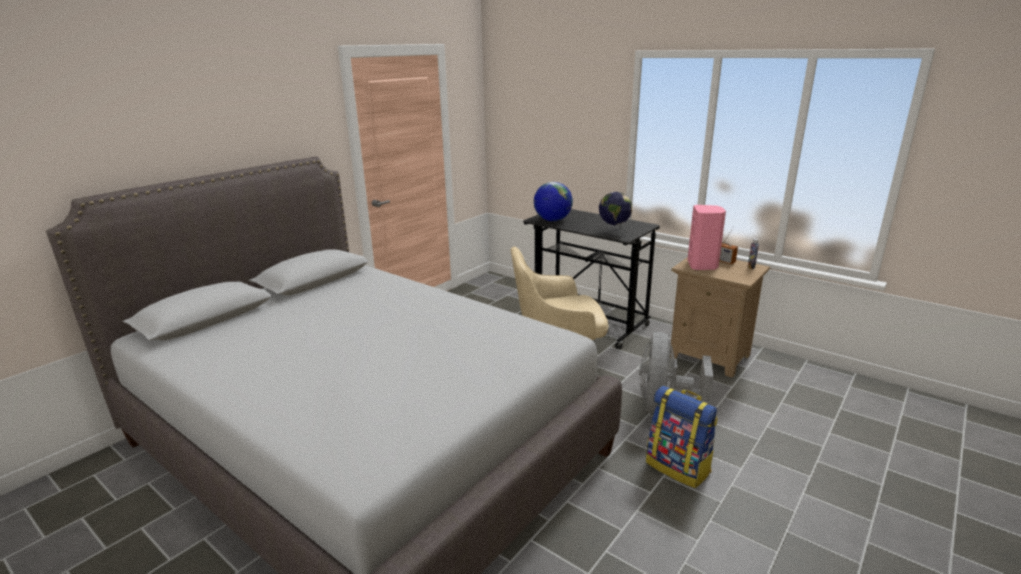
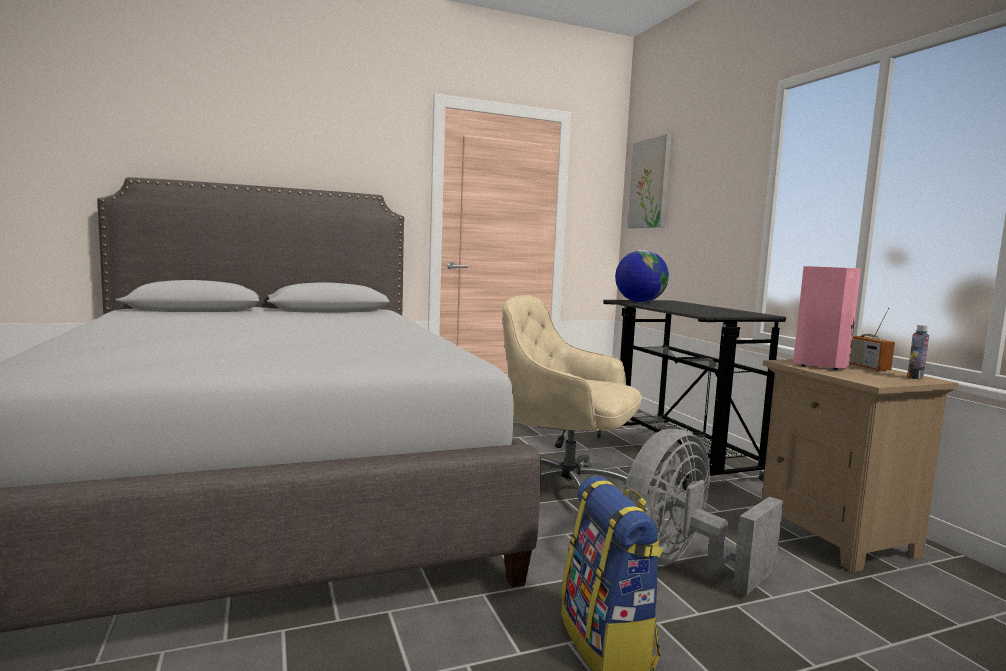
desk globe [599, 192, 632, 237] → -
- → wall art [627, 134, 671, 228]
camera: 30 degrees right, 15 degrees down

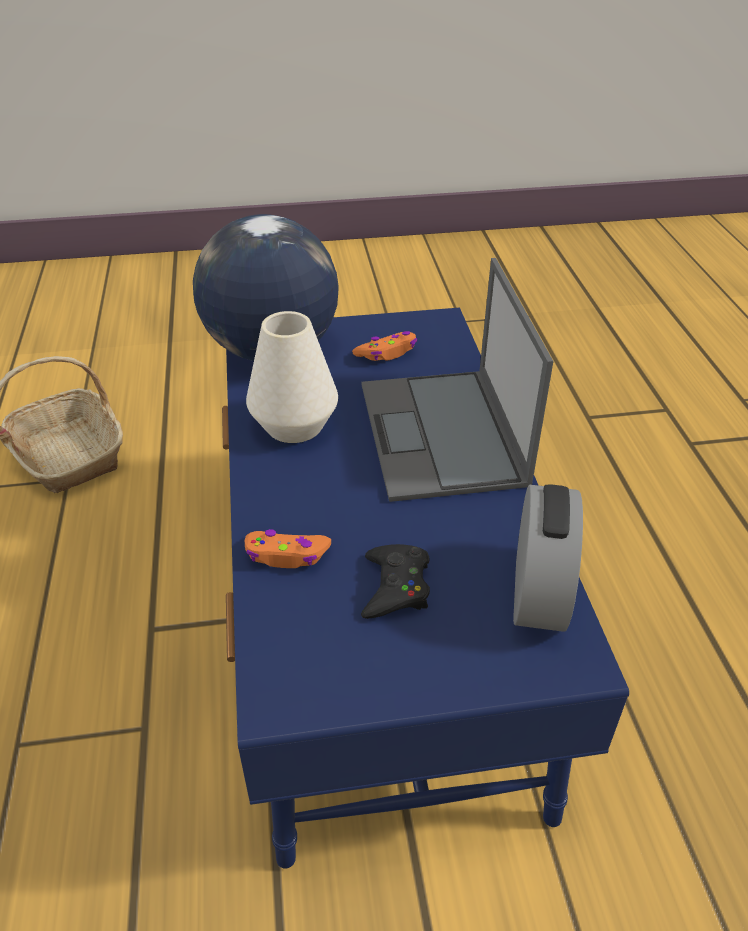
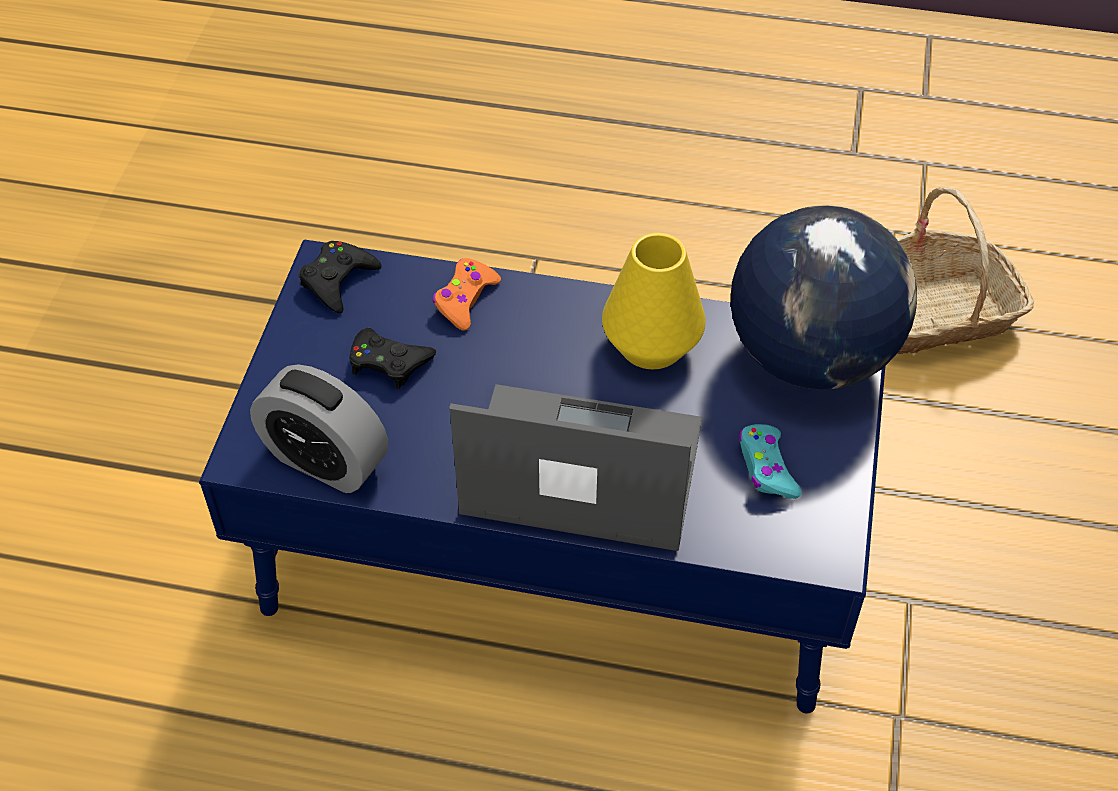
- → joypad in black [299, 241, 382, 313]
flower vase in whitish [246, 311, 338, 443] → flower vase in yellow-coloured [602, 233, 706, 369]
joypad in orangey [352, 331, 417, 361] → joypad in turquoise [739, 424, 801, 499]
camera: 110 degrees right, 10 degrees up

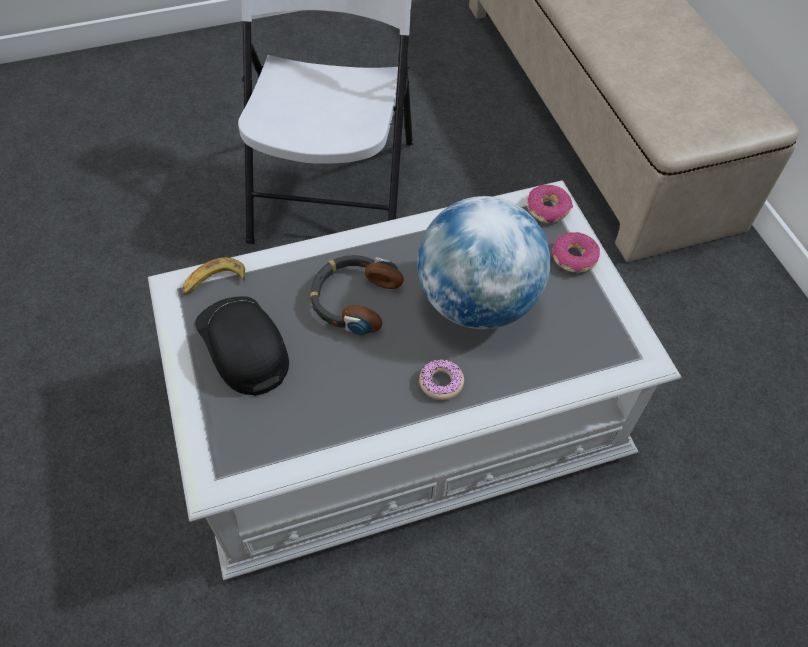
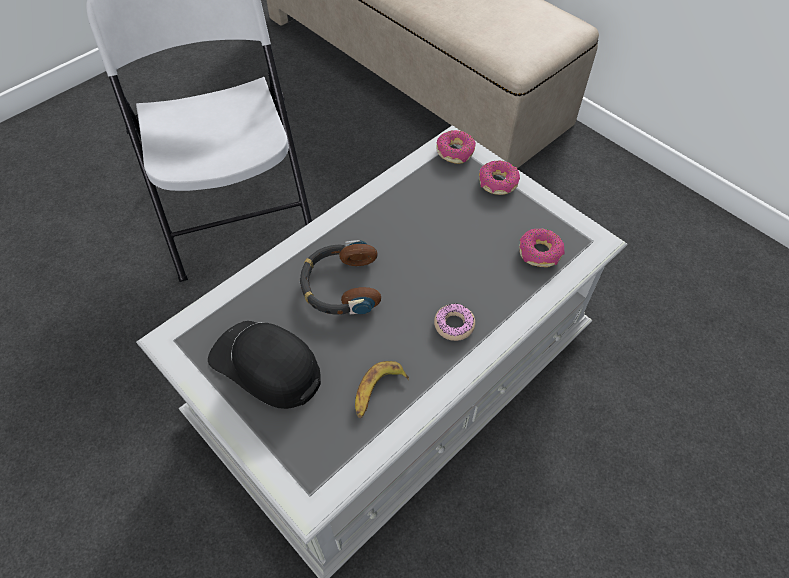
desk globe [417, 196, 550, 329] → -
- → doughnut [519, 229, 564, 267]
banana fruit [182, 257, 245, 295] → banana fruit [355, 361, 409, 418], shifted
camera: 25 degrees left, 0 degrees up

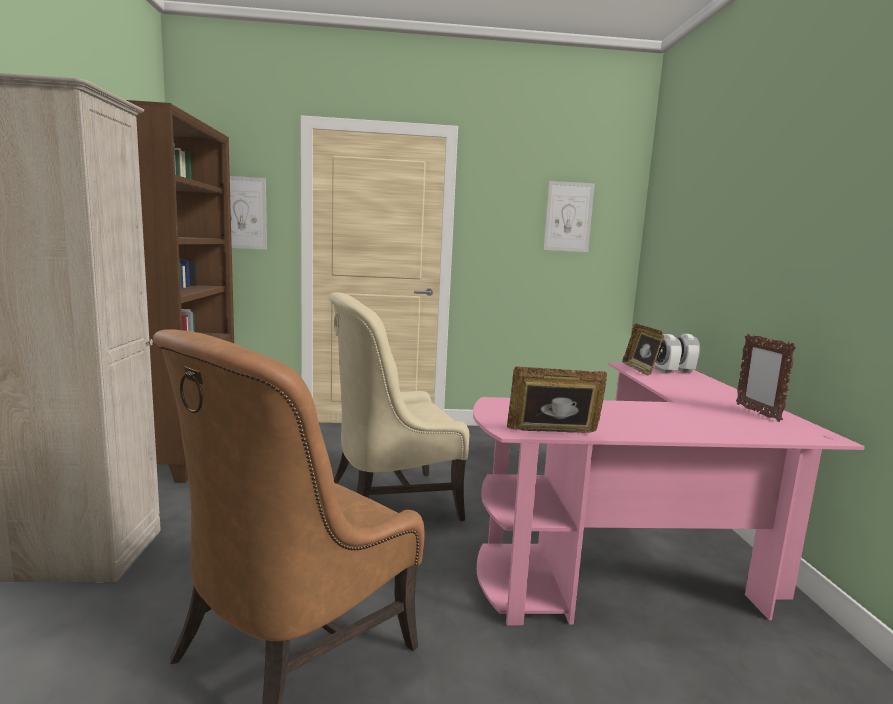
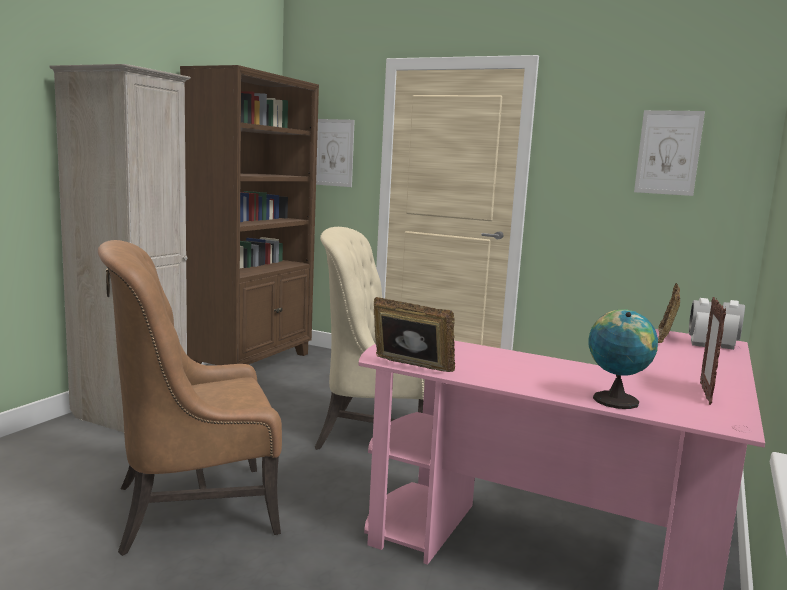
- → desk globe [588, 309, 658, 409]
camera: 30 degrees right, 0 degrees up

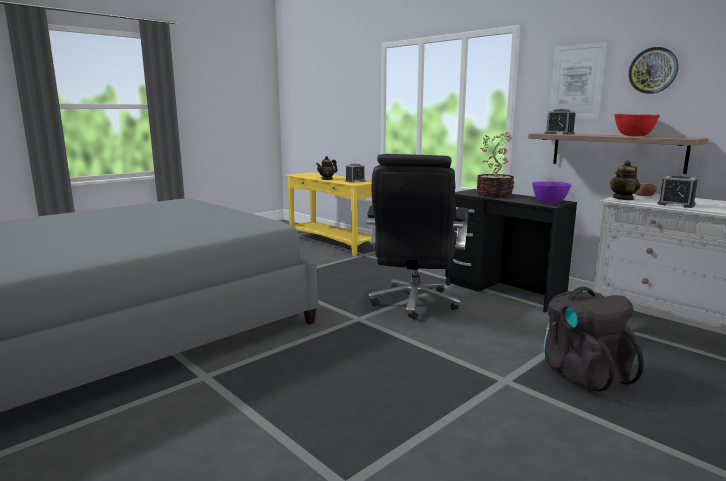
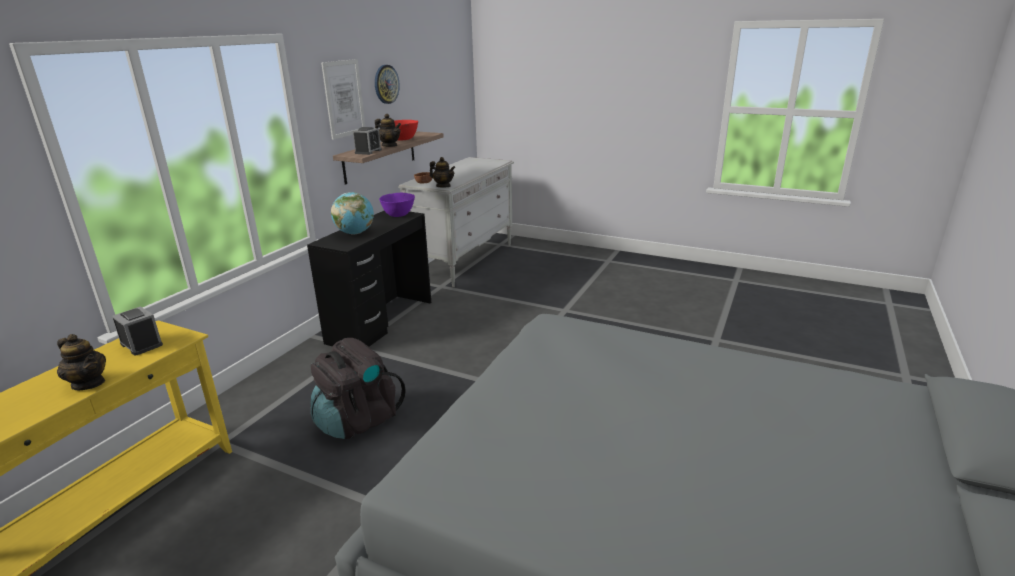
desk chair in black [366, 154, 469, 319] → -
bedside clock [658, 174, 698, 208] → -
- → teapot [375, 114, 401, 147]
knapsack in black [544, 287, 644, 393] → knapsack in black [311, 338, 406, 439], shifted
potted plant [477, 132, 514, 197] → desk globe [331, 192, 374, 234]
camera: 110 degrees left, 10 degrees up

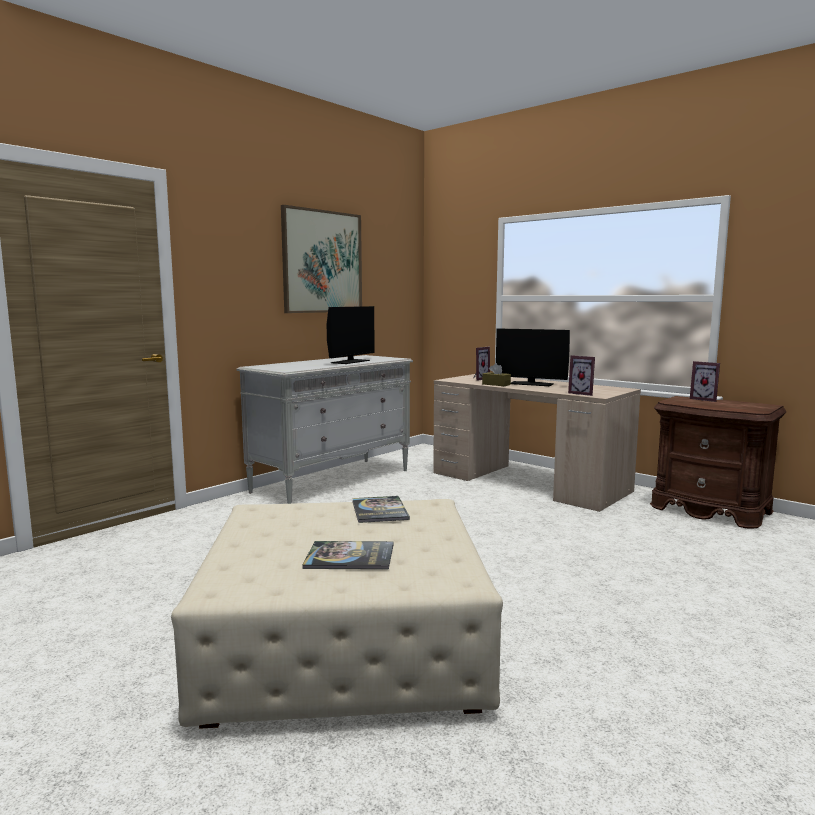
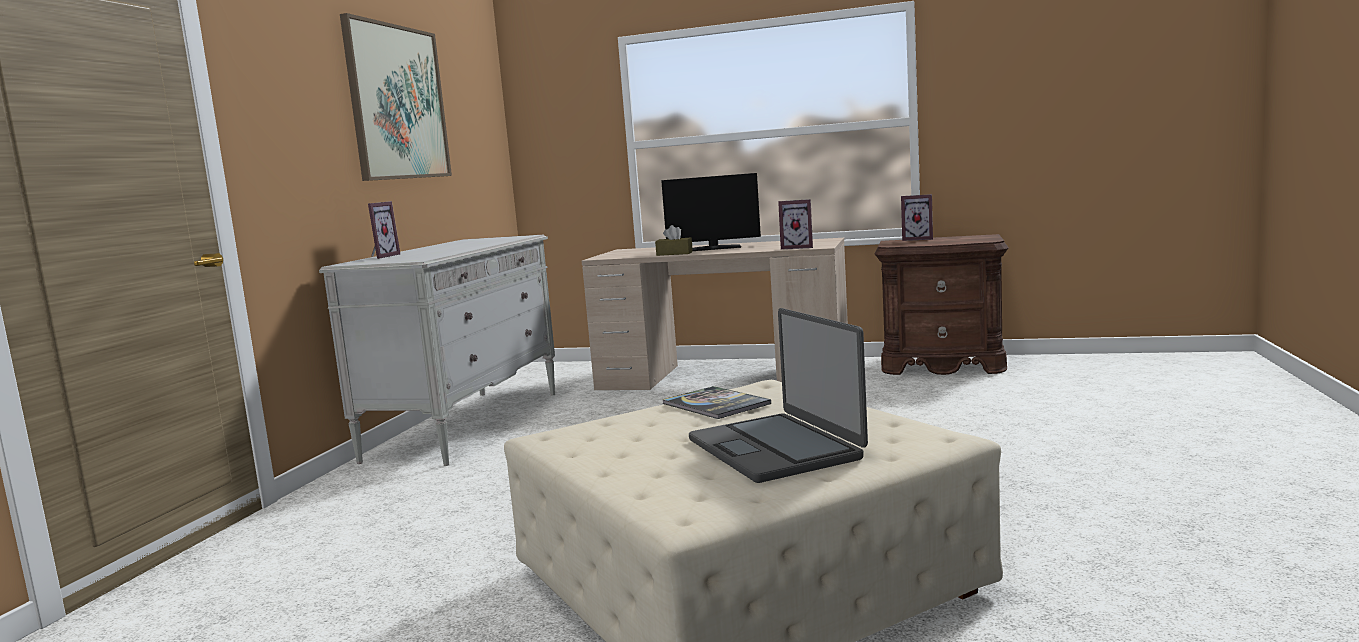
computer display [327, 306, 375, 364] → -
photo frame [473, 347, 490, 381] → photo frame [368, 201, 400, 259], shifted
volume [302, 541, 394, 570] → notebook computer [689, 308, 868, 483]
camera: 25 degrees left, 0 degrees up

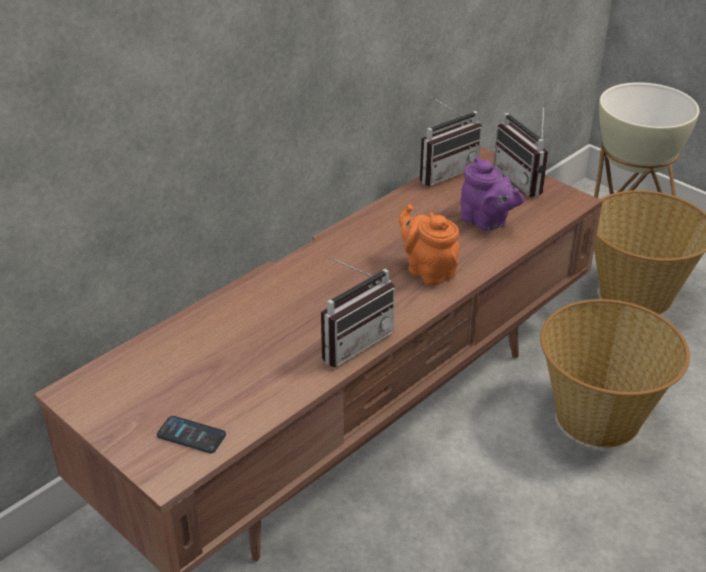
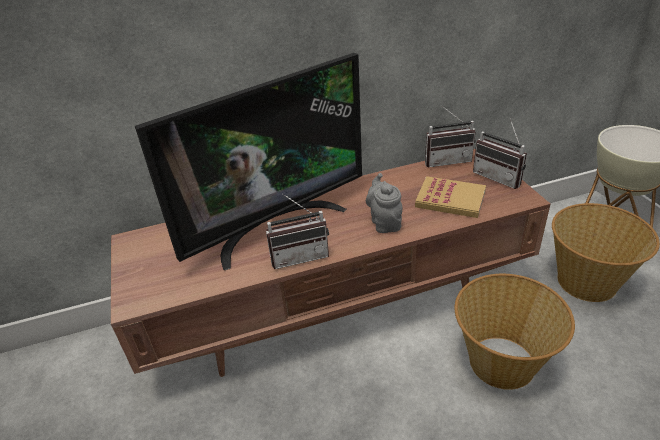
handset [157, 416, 226, 453] → -
- → TV set [135, 53, 362, 270]
teapot in purple-coloured [460, 157, 524, 231] → volume [415, 176, 486, 218]
teapot in orangey [399, 204, 459, 285] → teapot in grey [366, 173, 402, 233]
radio set [494, 102, 548, 197] → radio set [473, 118, 527, 189], 45 degrees counterclockwise
camera: 30 degrees right, 0 degrees up

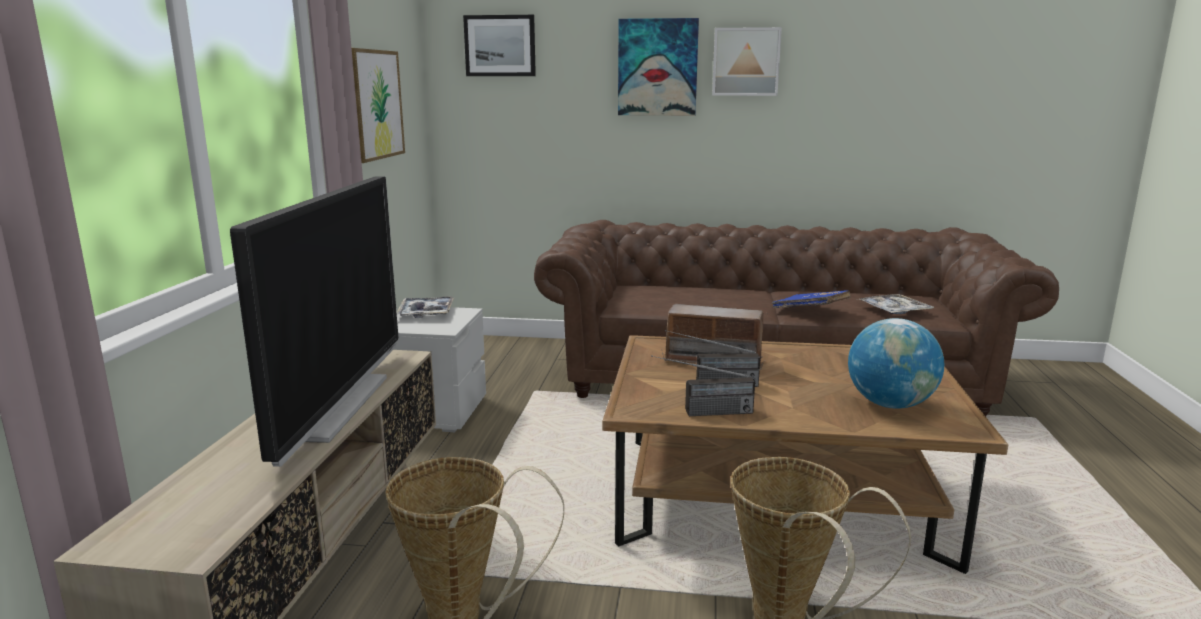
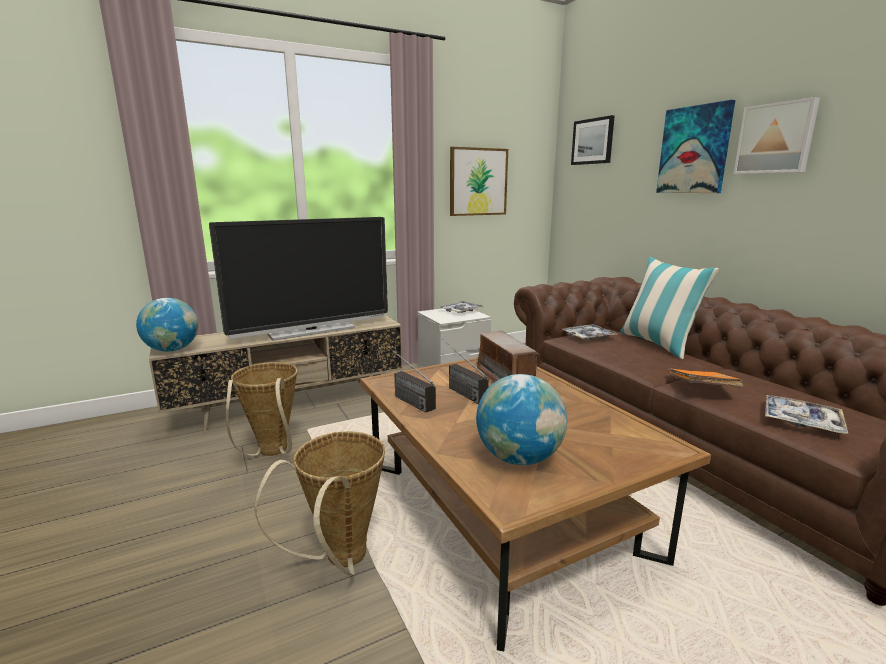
- → desk globe [136, 298, 198, 352]
- → serving tray [563, 324, 618, 340]
- → pillow [620, 257, 719, 359]
volume in bluish [772, 290, 851, 308] → volume in orangey [668, 368, 744, 388]
camera: 55 degrees right, 0 degrees up

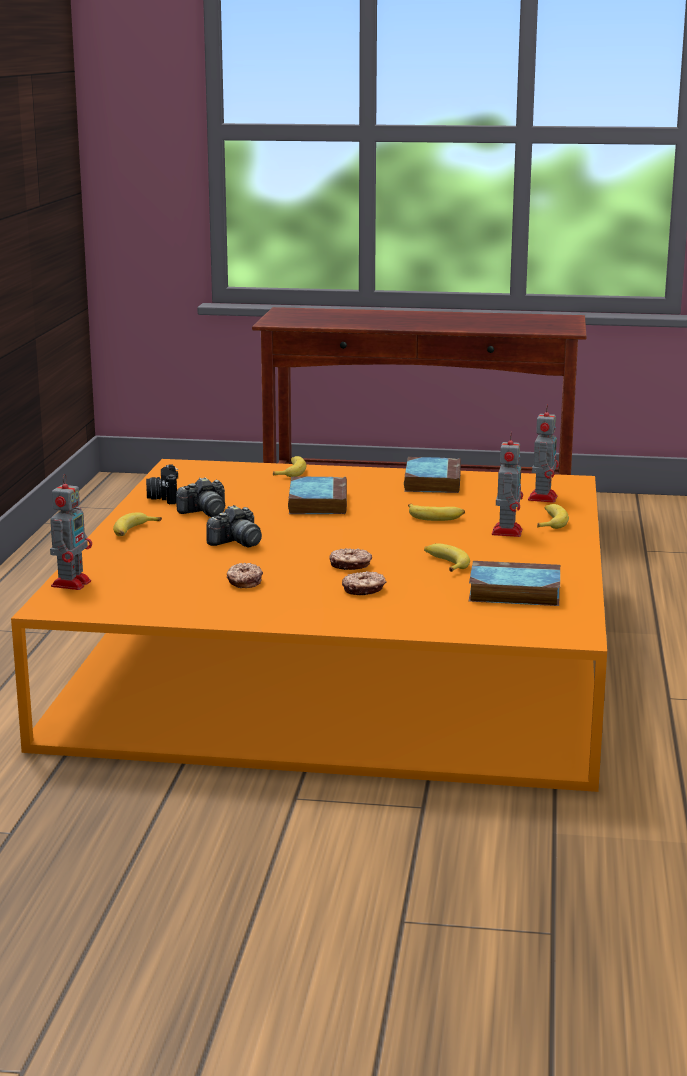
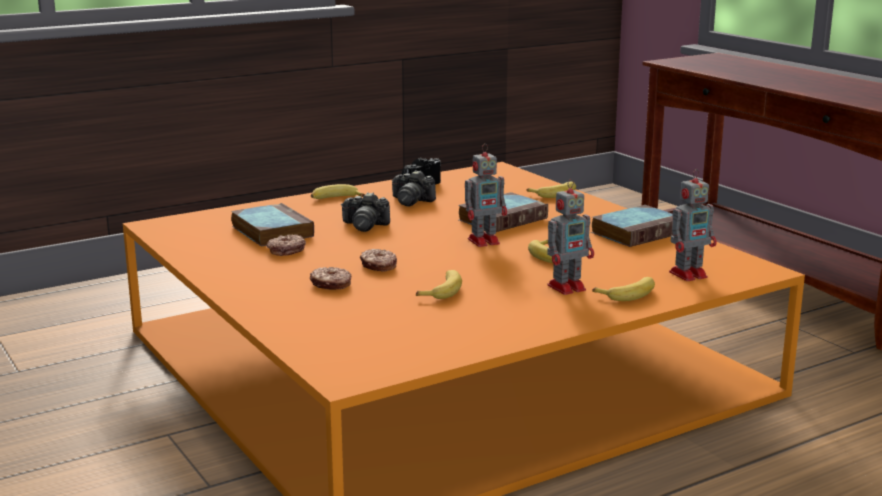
robot figure [50, 474, 92, 590] → robot figure [465, 143, 507, 247], shifted
volume [469, 561, 560, 606] → volume [231, 203, 314, 246], shifted
camera: 50 degrees right, 0 degrees up

